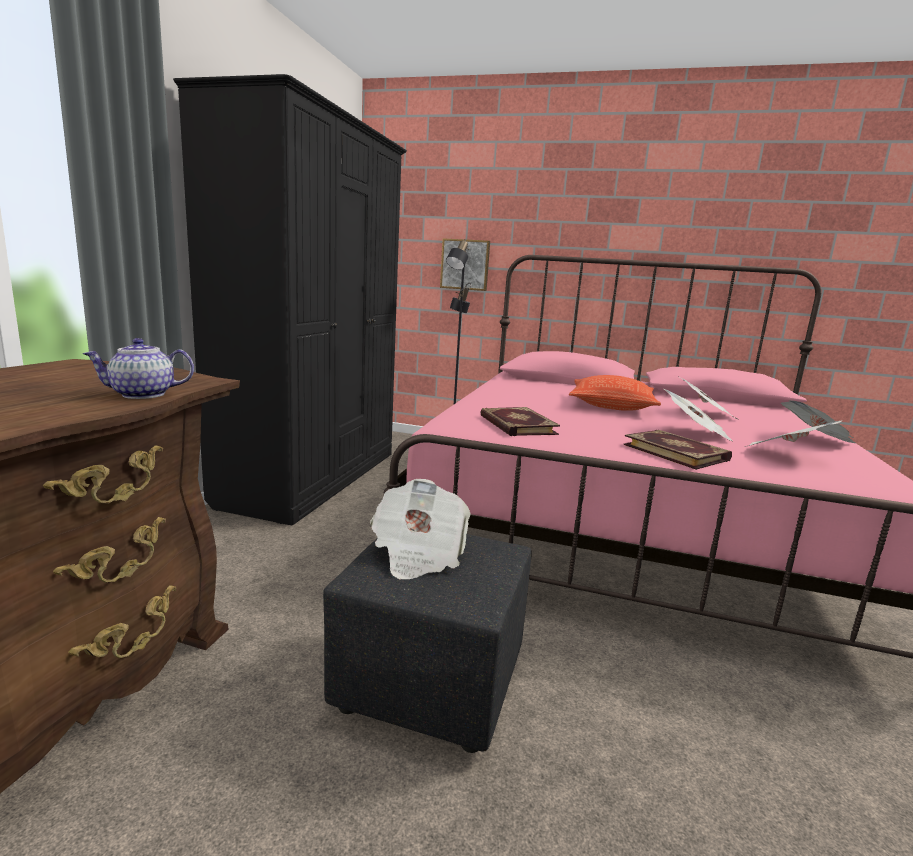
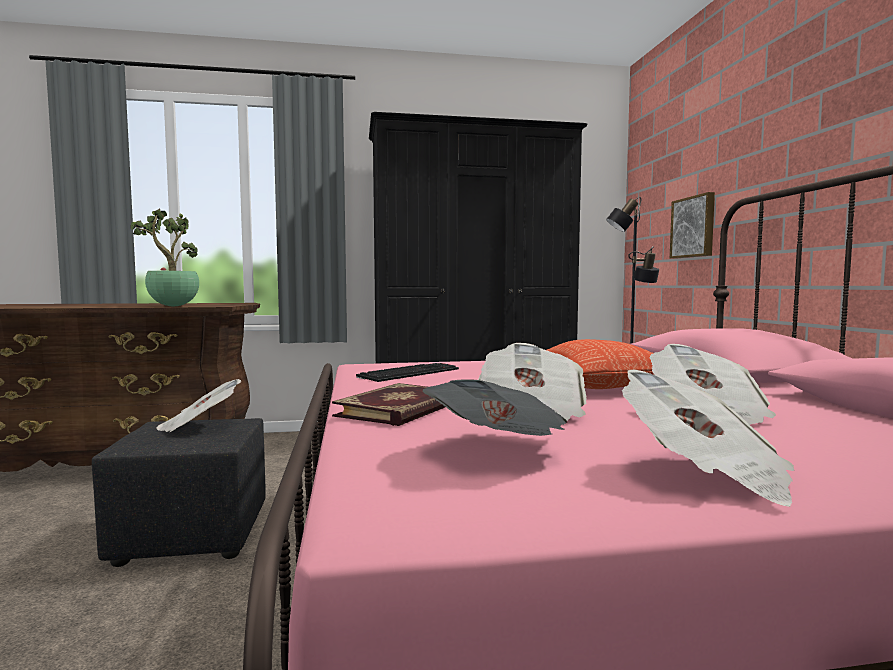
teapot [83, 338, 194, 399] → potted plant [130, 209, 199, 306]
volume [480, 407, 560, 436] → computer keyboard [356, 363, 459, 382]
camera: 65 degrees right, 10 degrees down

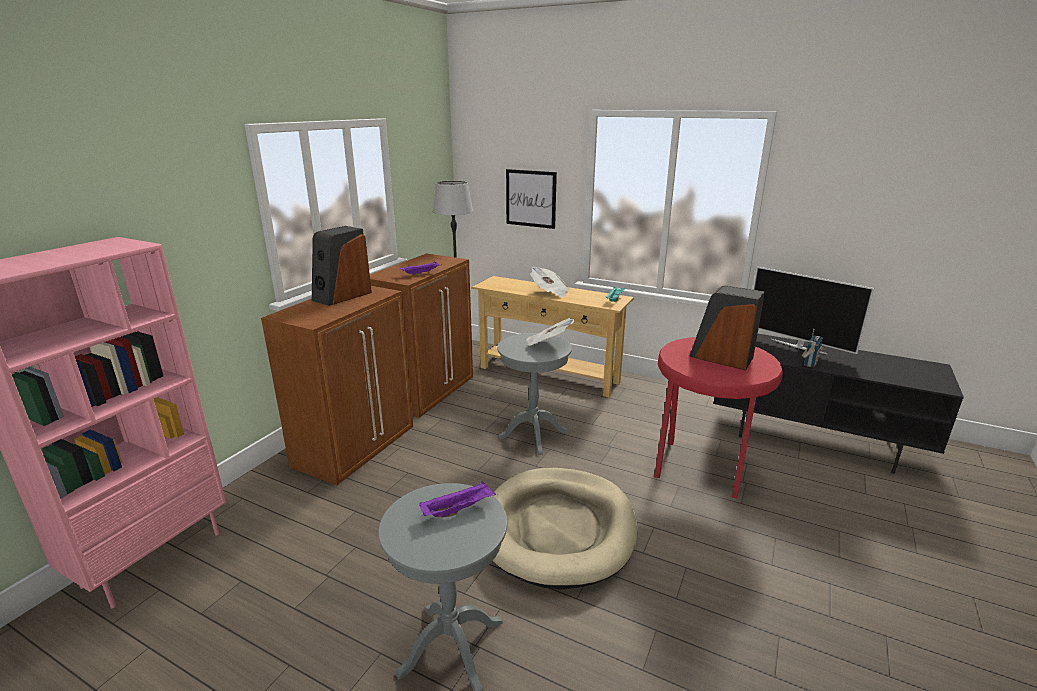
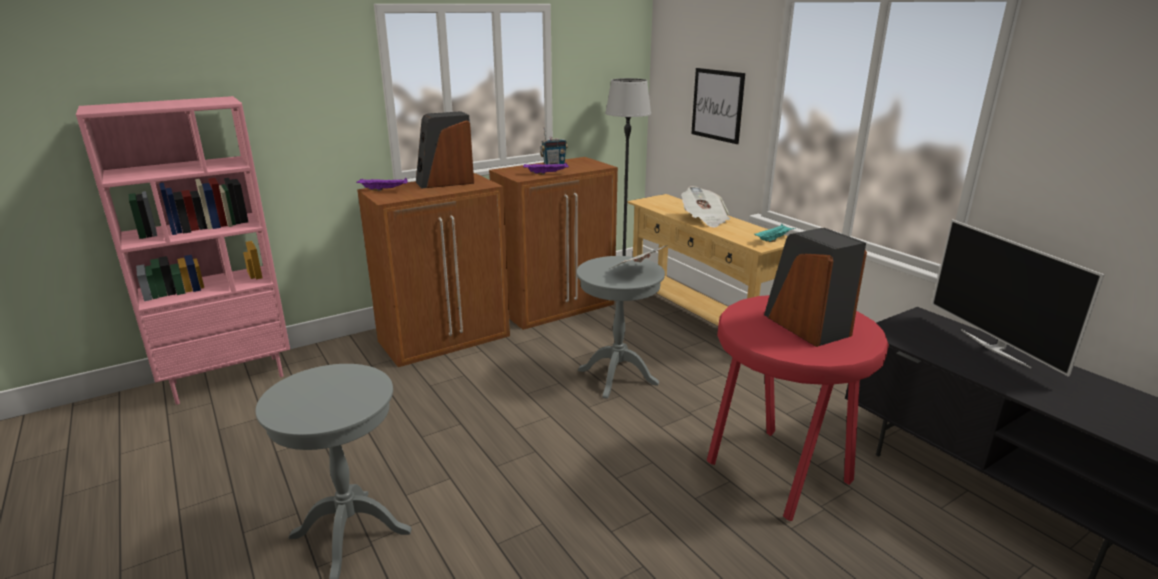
dog cushion in sand-coloured [492, 468, 638, 590] → -
serving tray in purple-coloured [419, 481, 496, 518] → serving tray in purple-coloured [356, 178, 408, 191], shifted
radio set [802, 329, 823, 367] → radio set [540, 127, 568, 165], shifted
camera: 30 degrees right, 0 degrees up

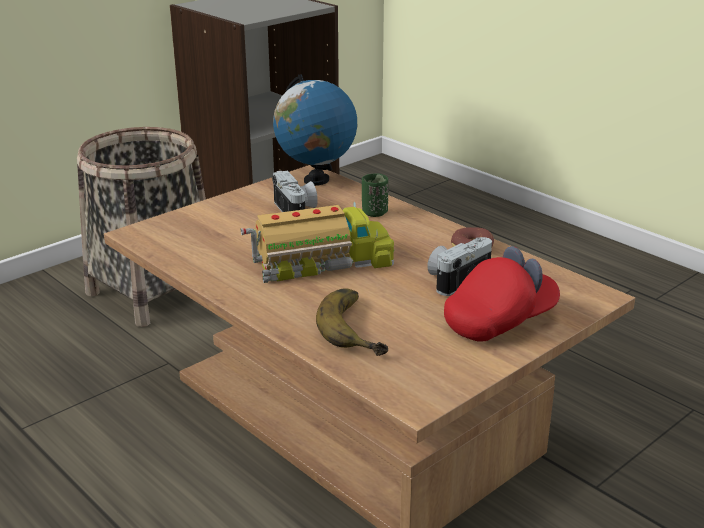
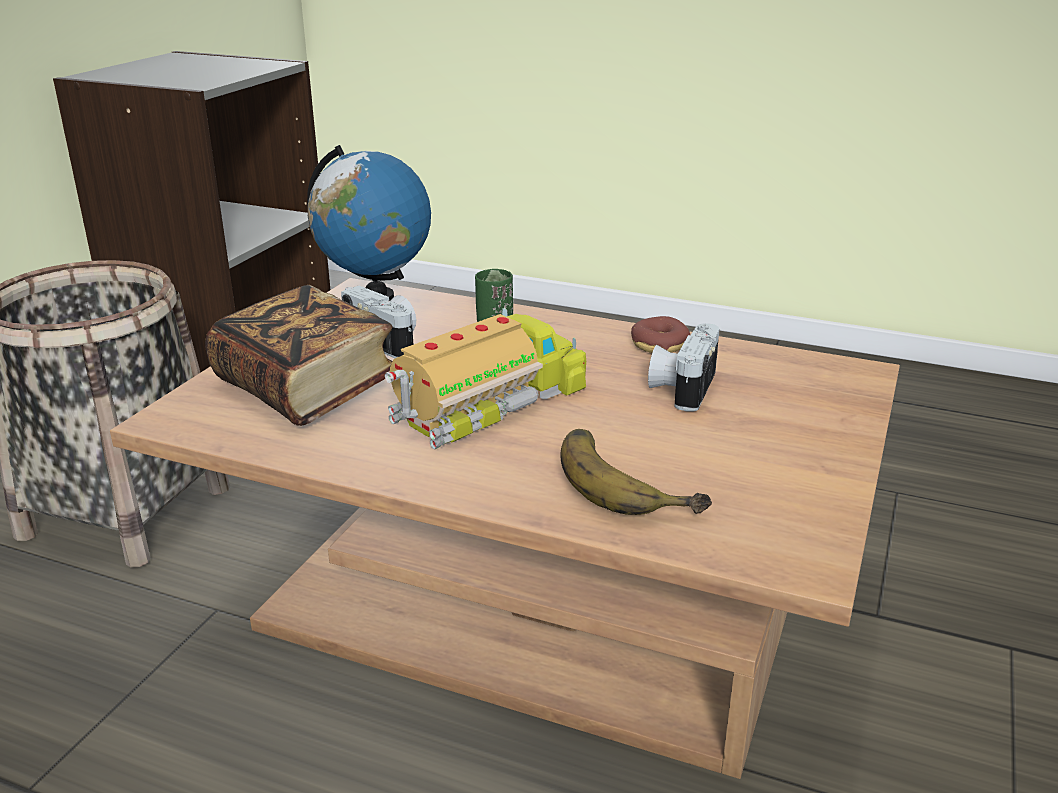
cap in red-coloured [444, 246, 560, 342] → -
- → volume [205, 285, 392, 426]
camera: 25 degrees left, 0 degrees up

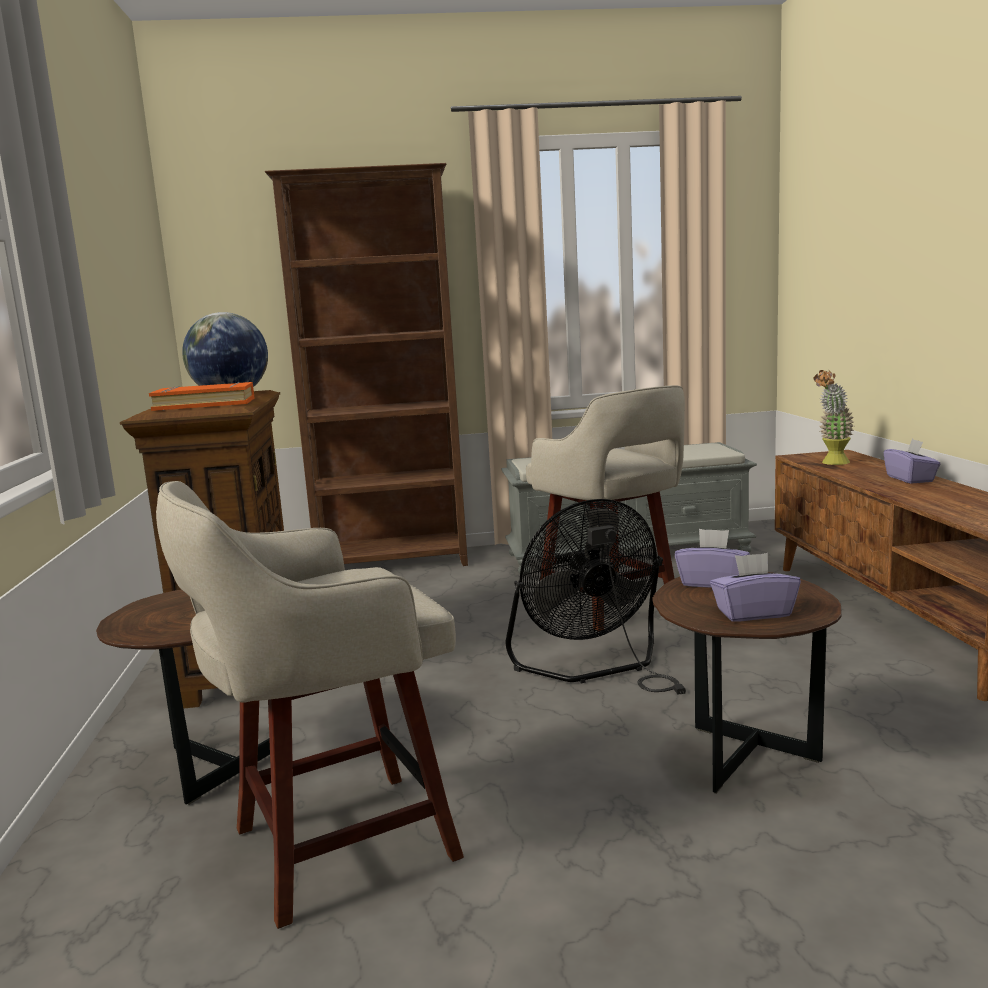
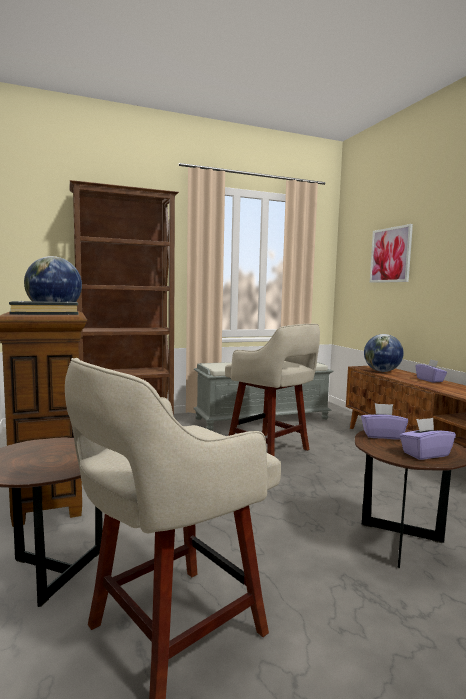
fan in black [506, 499, 686, 694] → -
- → wall art [370, 224, 413, 283]
potted plant [813, 370, 854, 465] → desk globe [364, 334, 404, 372]
volume in orangey [149, 382, 255, 411] → volume in black [9, 301, 79, 315]
camera: 15 degrees left, 5 degrees down

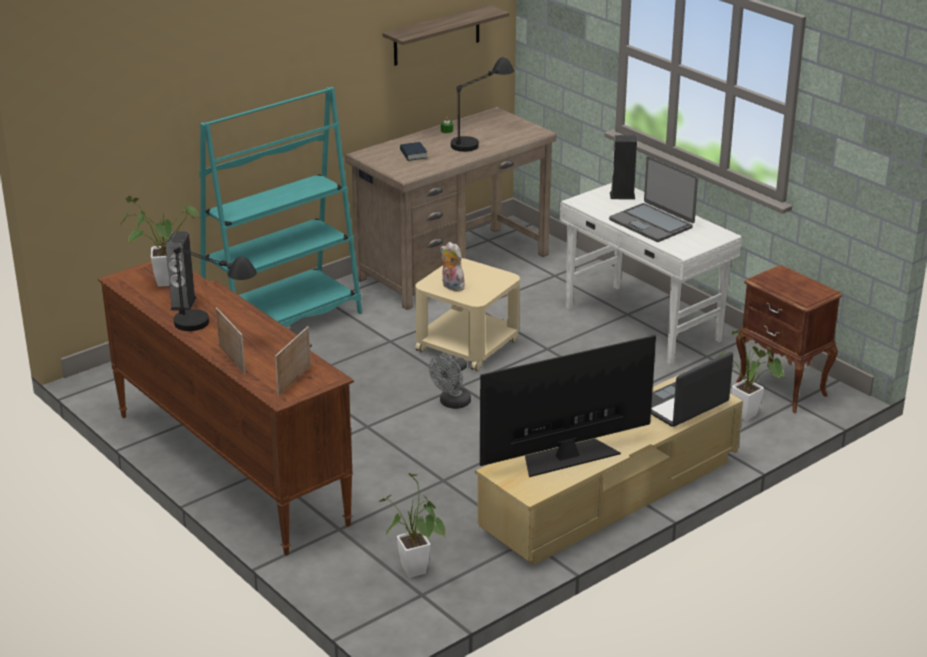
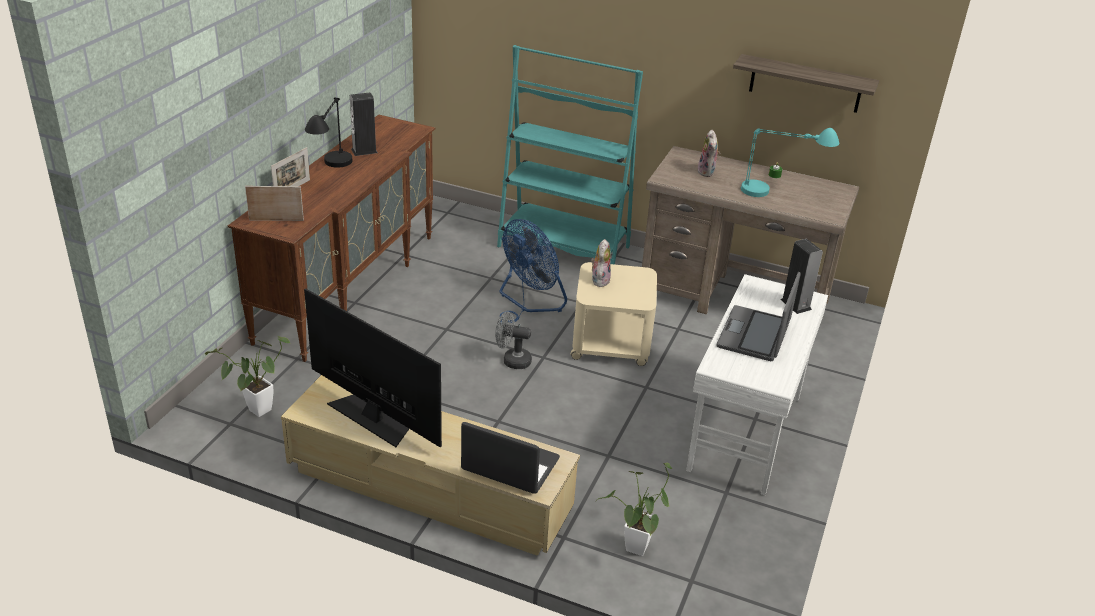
potted plant [119, 196, 199, 287] → -
bedside table in brownish [736, 265, 843, 413] → -
- → fan in bluish [499, 219, 567, 323]
volume [400, 142, 427, 161] → cuddly toy [697, 130, 720, 177]
lamp for a table in black [451, 57, 514, 152] → lamp for a table in turquoise [741, 128, 839, 197]
camera: 60 degrees right, 5 degrees up

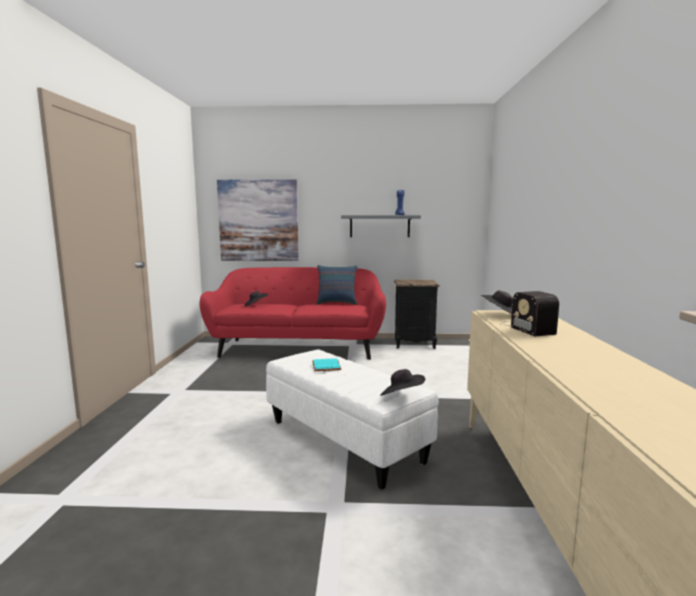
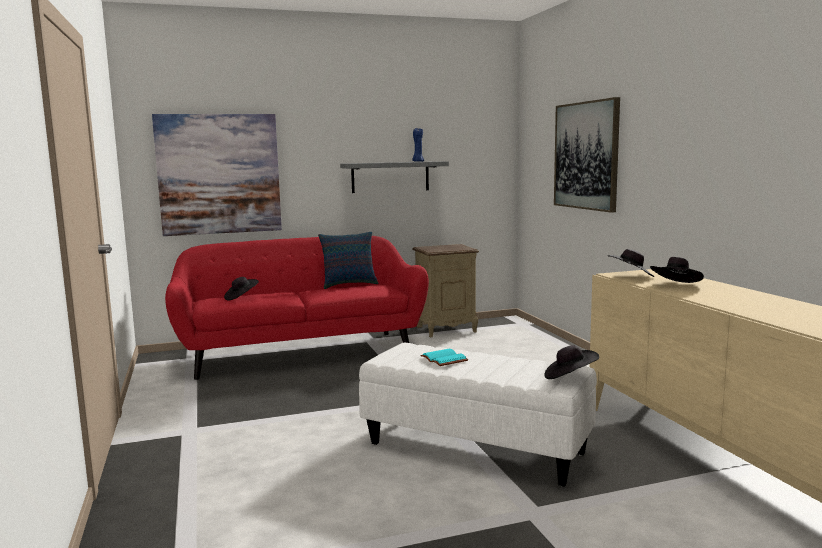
- → wall art [554, 97, 620, 213]
radio set [501, 291, 559, 336] → clothing hat in black [650, 257, 704, 283]
bedside table in black [394, 279, 440, 349] → bedside table in sand-coloured [412, 244, 479, 337]
camera: 20 degrees left, 0 degrees up

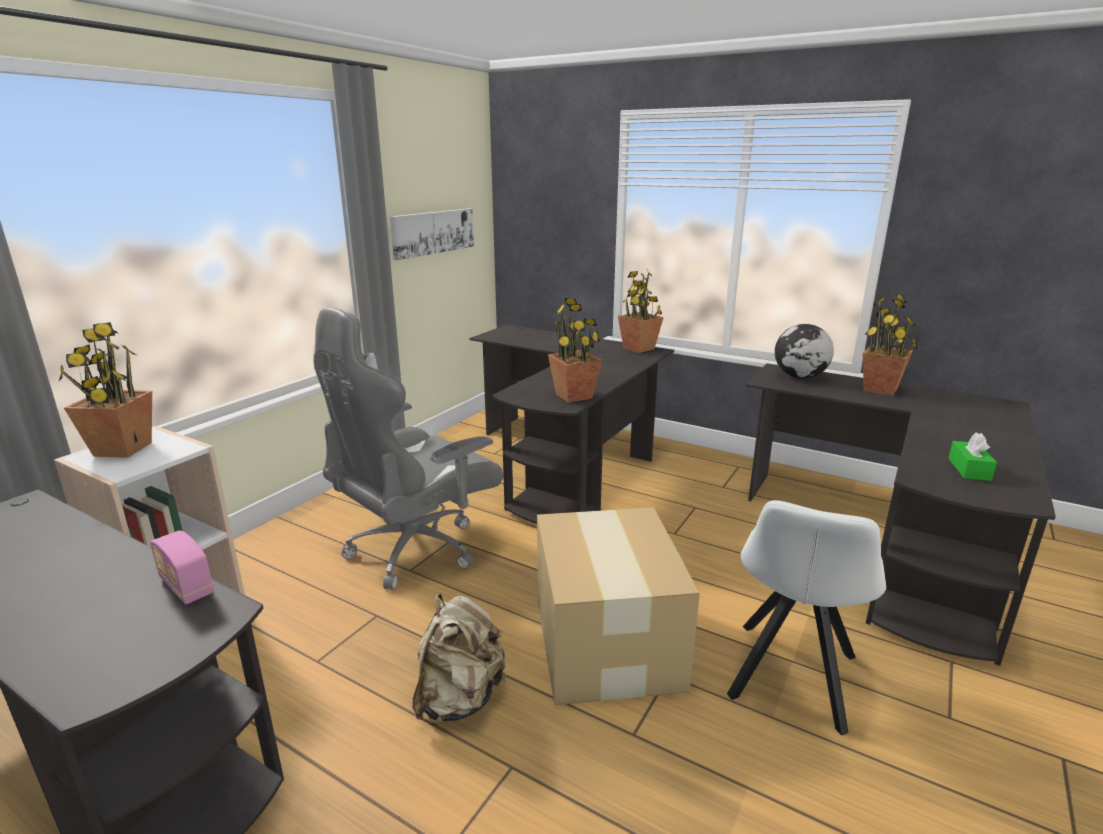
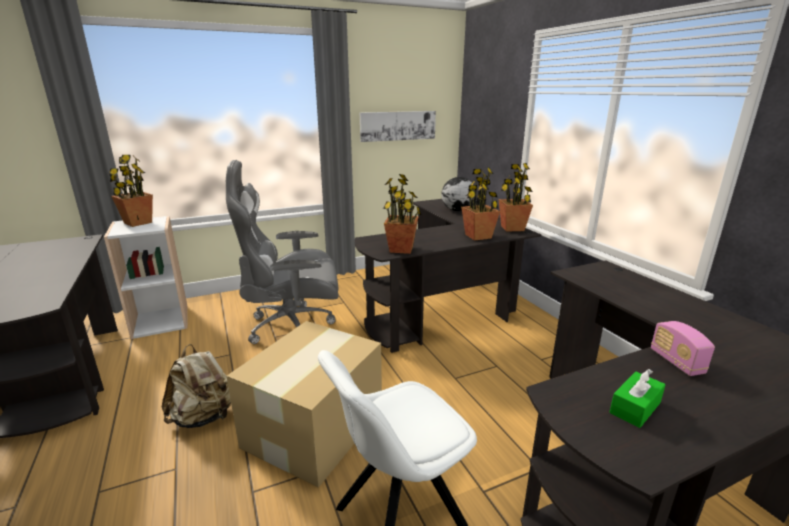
radio set [150, 531, 214, 604] → radio set [651, 321, 715, 376], shifted
desk globe [775, 324, 834, 378] → desk globe [441, 177, 476, 211], shifted
potted plant [863, 293, 918, 396] → potted plant [461, 167, 500, 240], shifted
camera: 35 degrees right, 0 degrees up

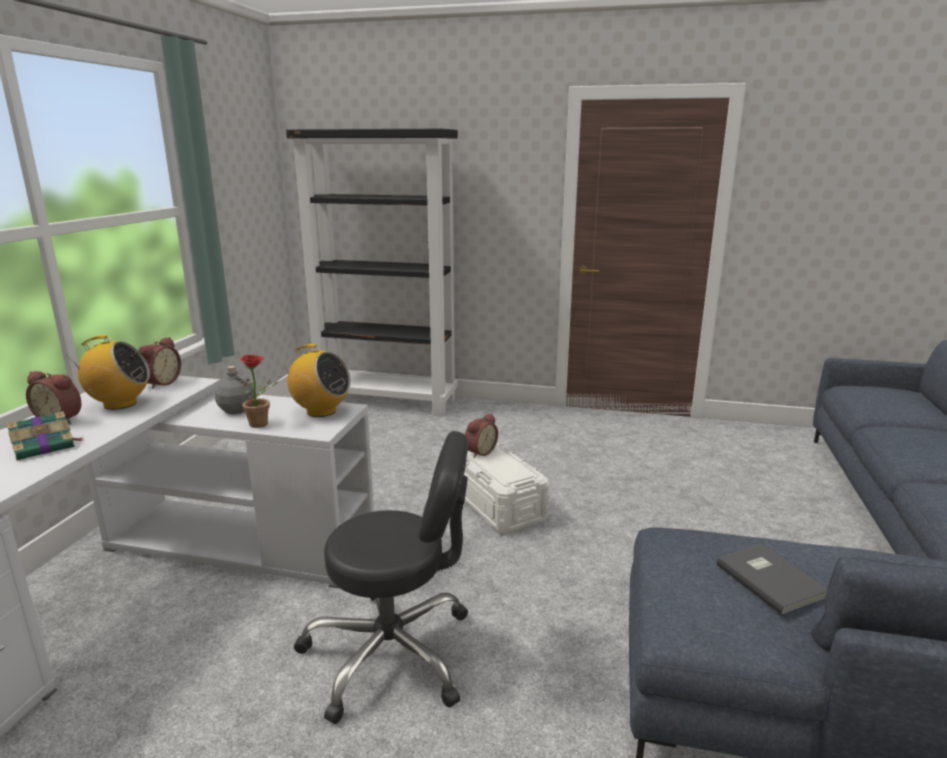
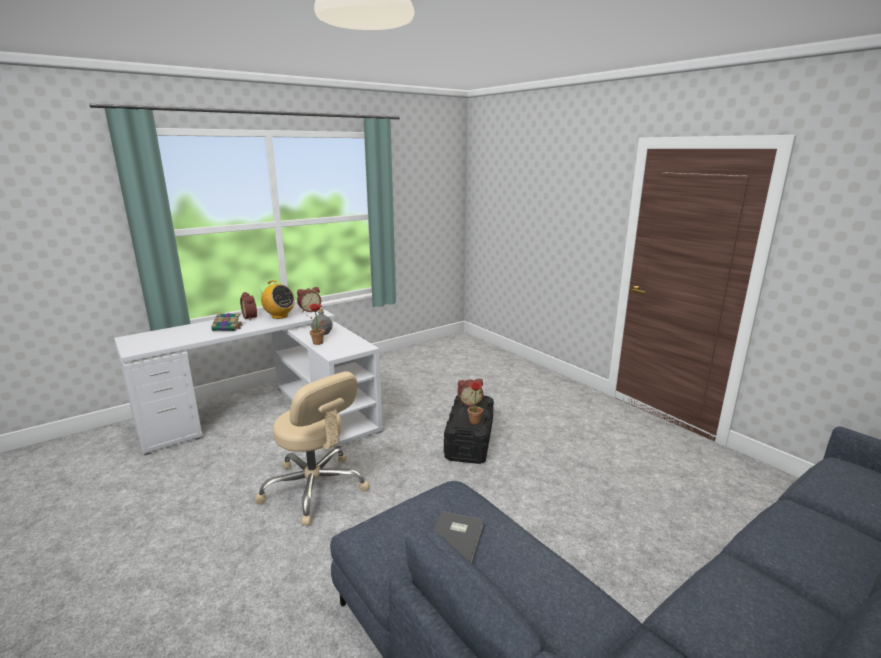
radio set [280, 344, 351, 417] → -
bookcase in black [286, 129, 458, 417] → -
- → potted plant [458, 382, 485, 424]
desk chair in black [294, 431, 468, 724] → desk chair in sand-coloured [255, 371, 370, 526]
storage box in whitish [464, 442, 549, 534] → storage box in black [444, 395, 494, 464]
camera: 40 degrees right, 0 degrees up

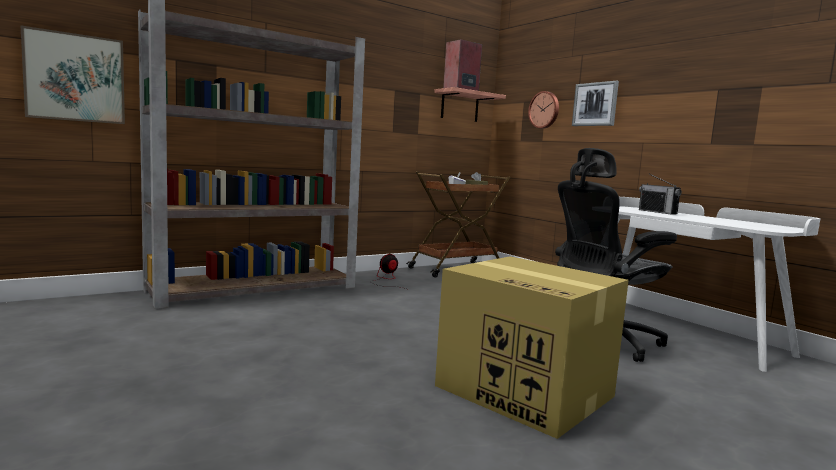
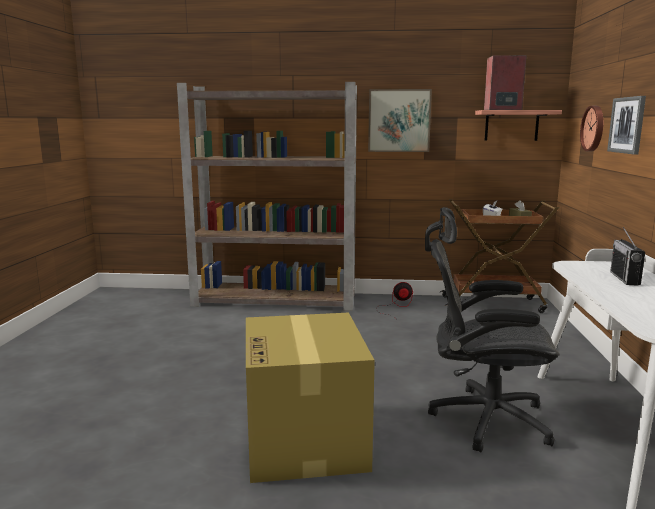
wall art [20, 25, 125, 124] → wall art [368, 89, 432, 152], shifted
camera: 40 degrees right, 5 degrees up

